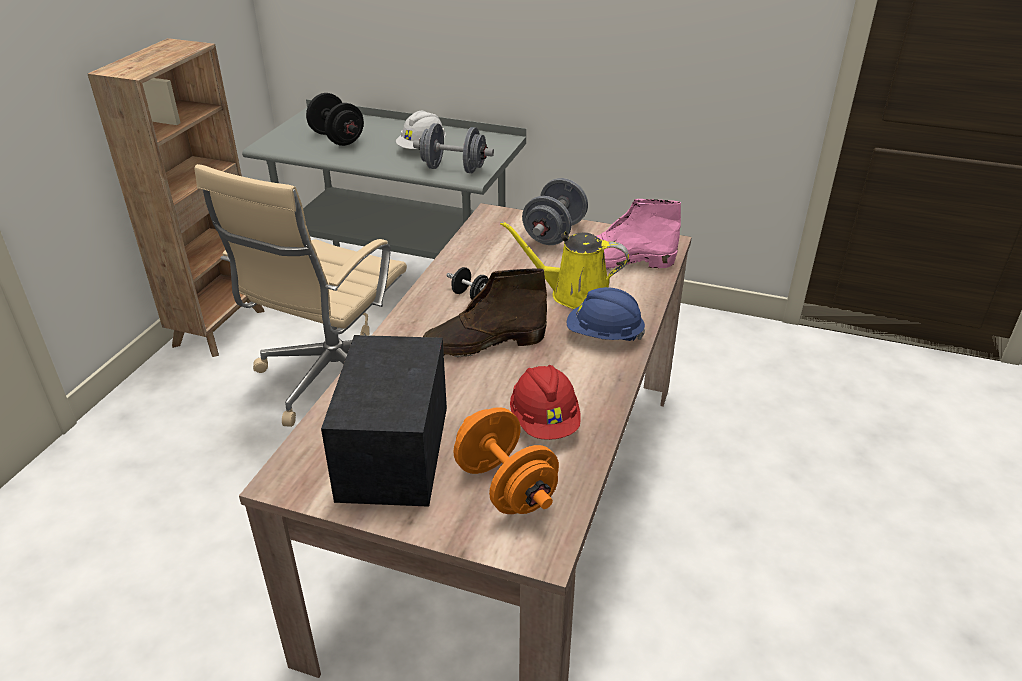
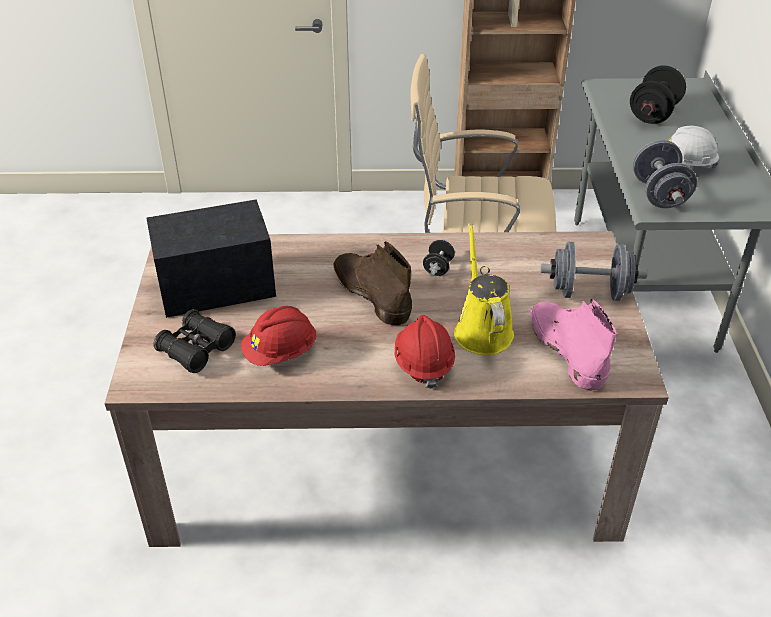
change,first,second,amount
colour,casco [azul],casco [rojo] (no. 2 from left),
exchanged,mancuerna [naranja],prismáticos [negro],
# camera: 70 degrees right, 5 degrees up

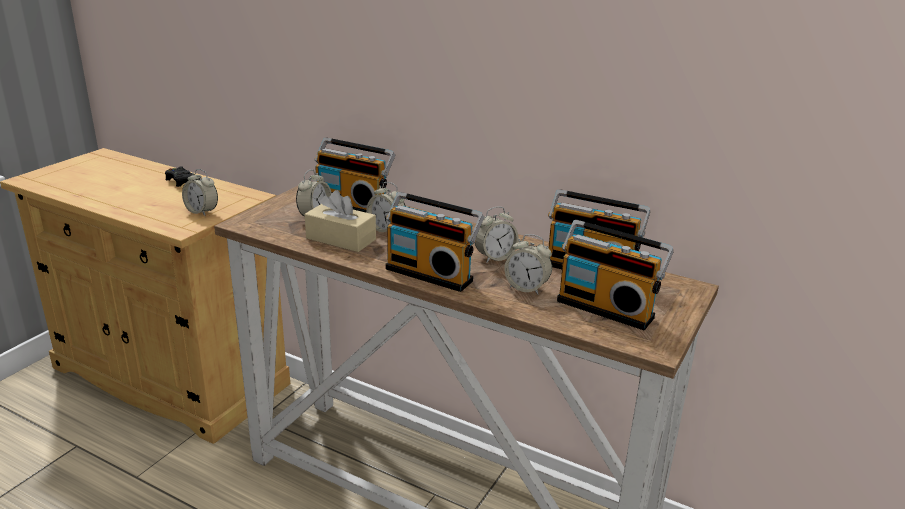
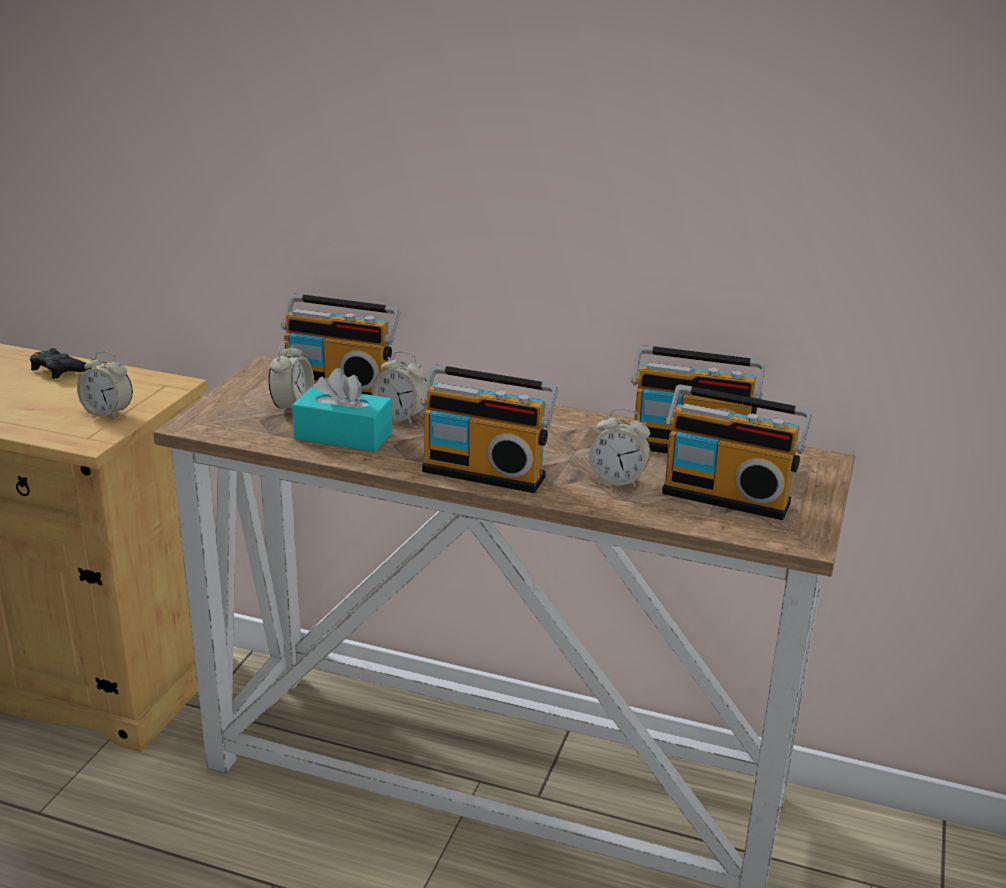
change,first,second,amount
colour,caja de pañuelos [beis],caja de pañuelos [turquesa],
missing,despertador (no. 4 from left),,
# camera: 10 degrees left, 0 degrees up

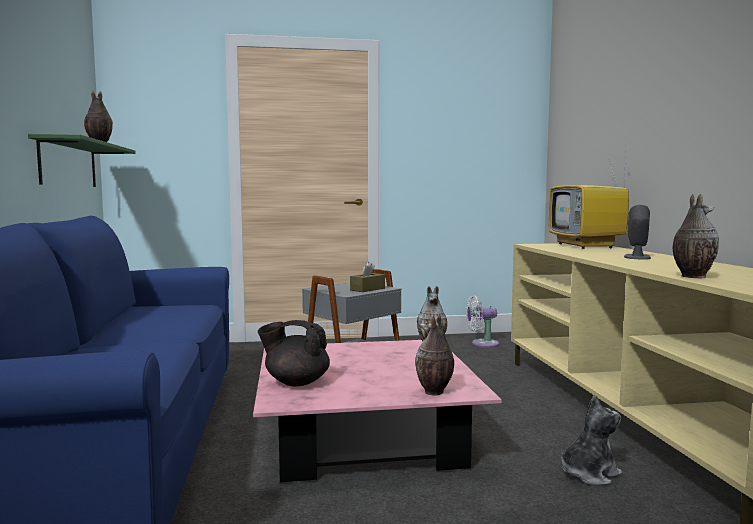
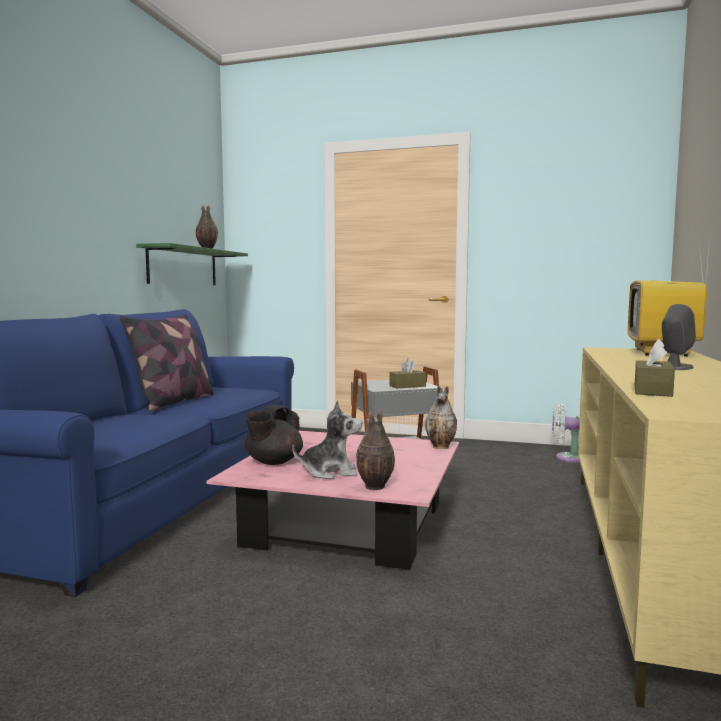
change,first,second,amount
exchanged,florero (no. 4 from left),caja de pañuelos [marrón] (no. 2 from left),
spun,tetera [negro],,90 degrees counterclockwise
relocated,peluche,,
appeared,,cojín,
# camera: 25 degrees right, 0 degrees up

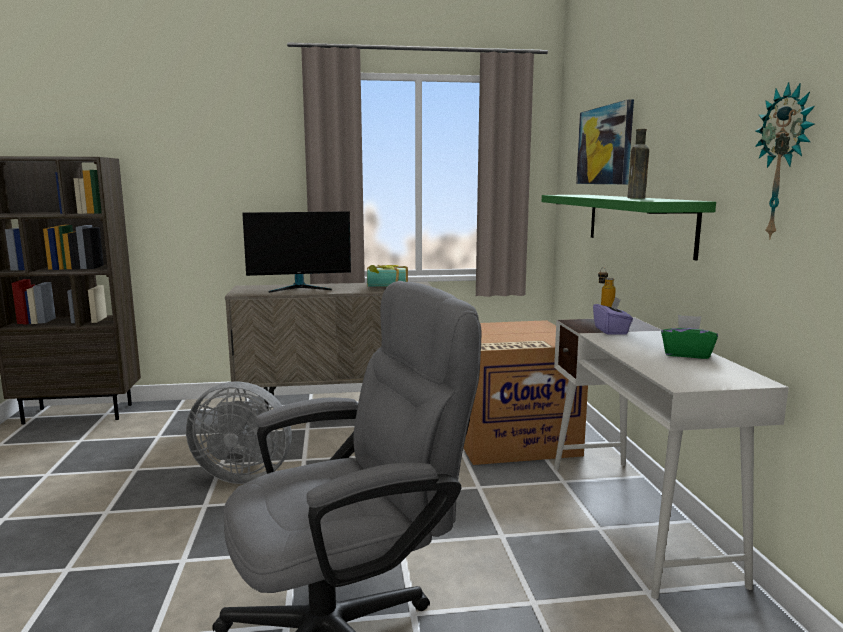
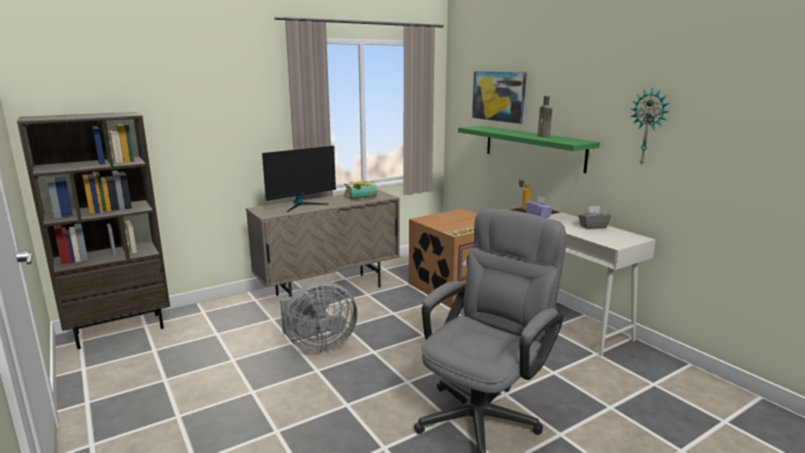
change,first,second,amount
colour,caja de pañuelos [verde],caja de pañuelos [gris],
# camera: 25 degrees left, 5 degrees up

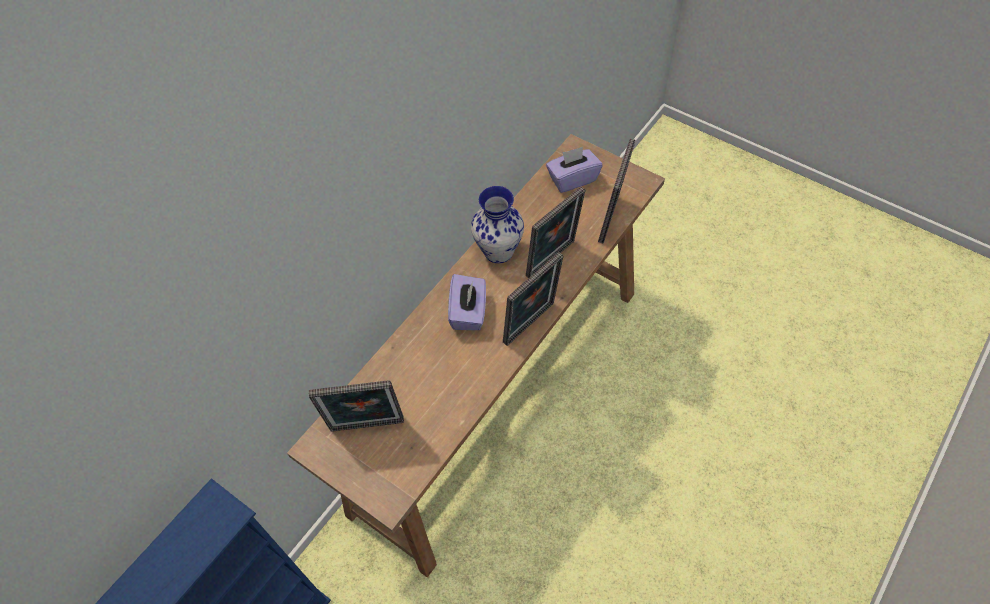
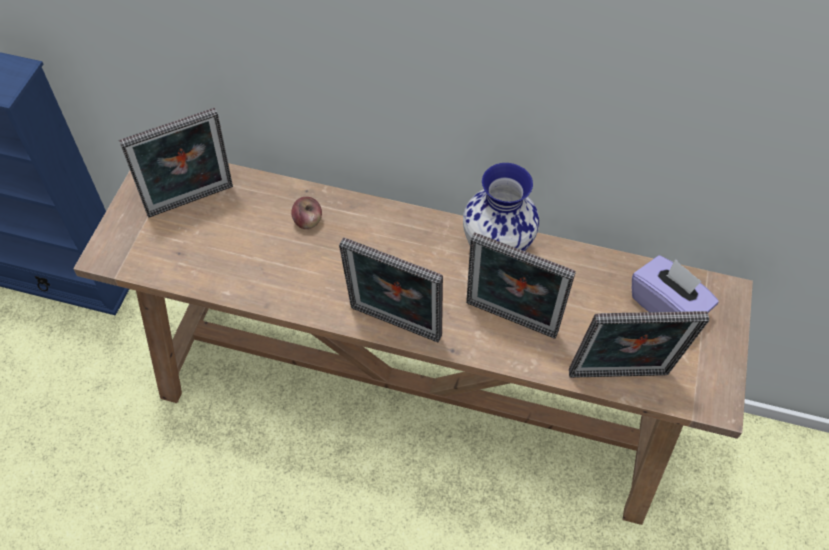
change,first,second,amount
missing,caja de pañuelos [morado] (no. 1 from left),,
spun,portarretratos (no. 1 from left),,90 degrees counterclockwise
appeared,,manzana,
# camera: 65 degrees right, 0 degrees up

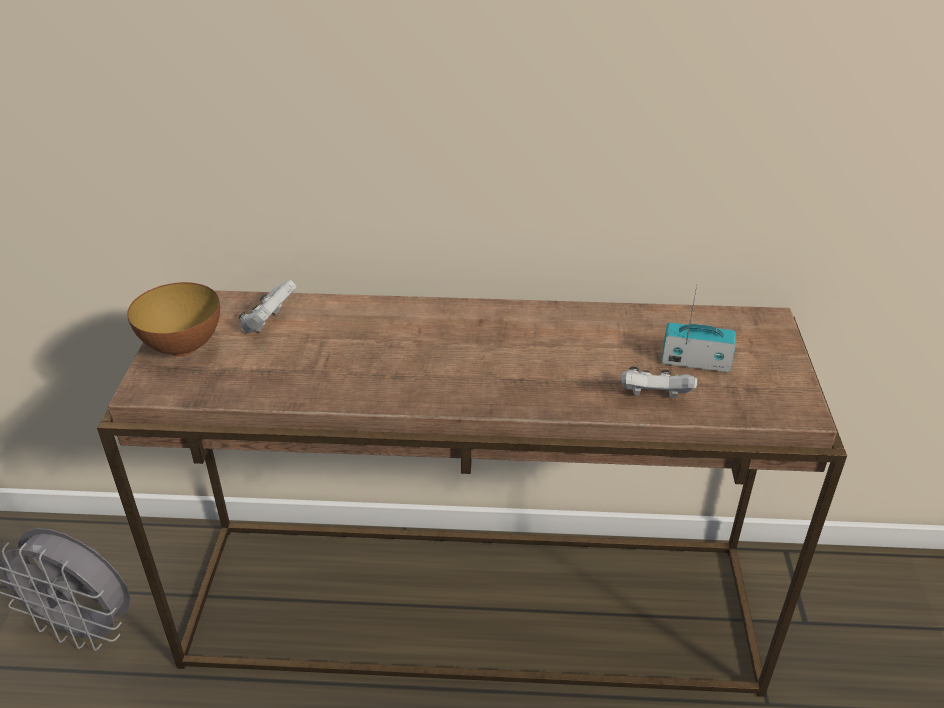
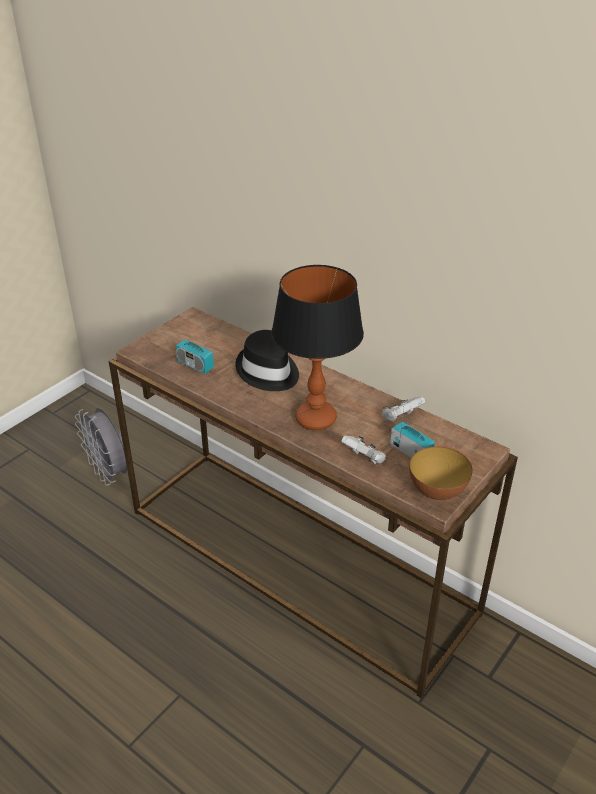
change,first,second,amount
relocated,mando de consola [blanco] (no. 1 from left in the first image),mando de consola [blanco] (no. 2 from left),
relocated,cuenco,,
appeared,,lámpara de mesa,
appeared,,radio (no. 1 from left),
appeared,,sombrero [negro],
# camera: 35 degrees right, 0 degrees up

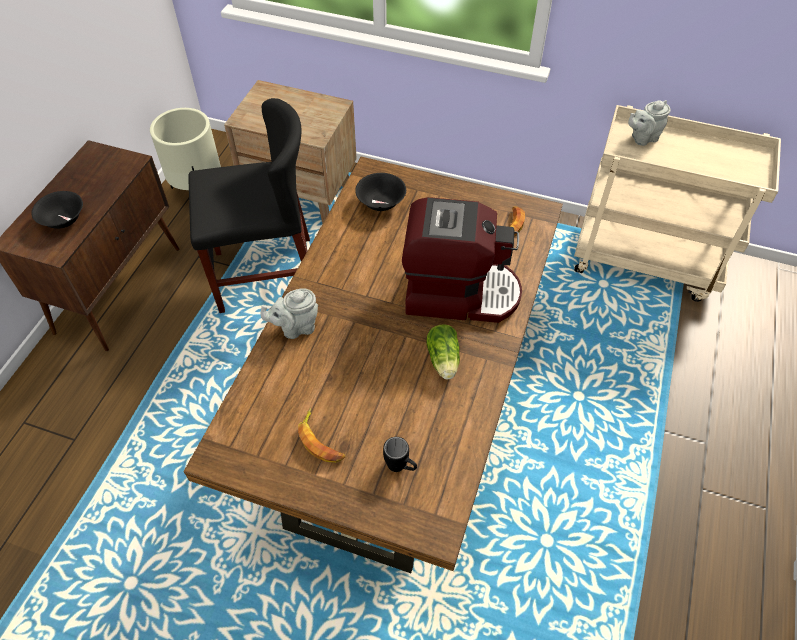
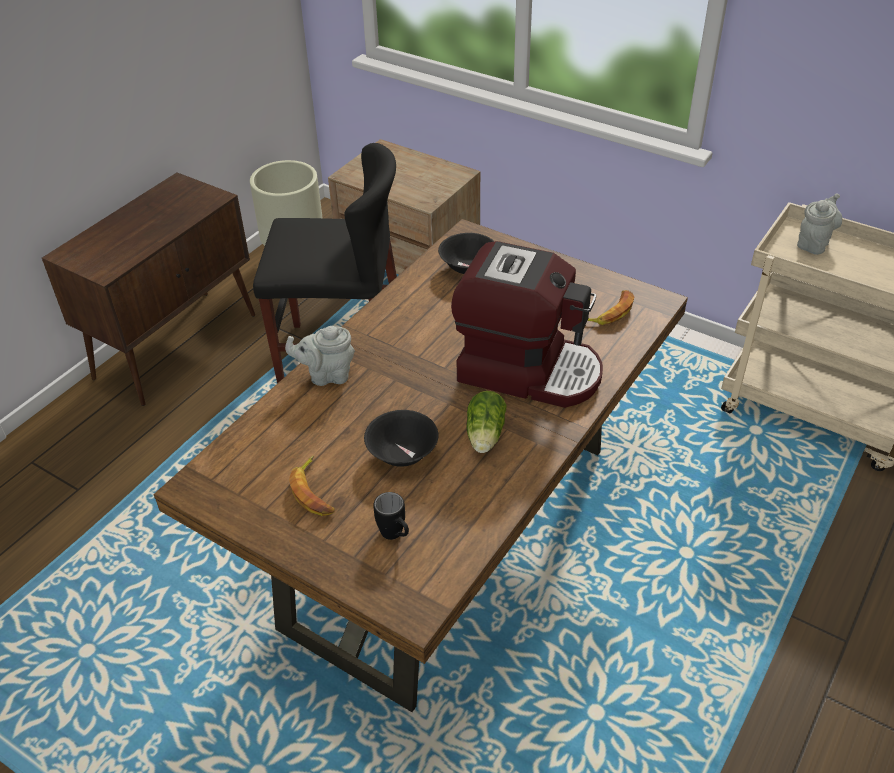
change,first,second,amount
spun,tetera [gris] (no. 2 from left),,135 degrees clockwise
relocated,cuenco [negro] (no. 1 from left),,
# camera: 15 degrees right, 10 degrees down

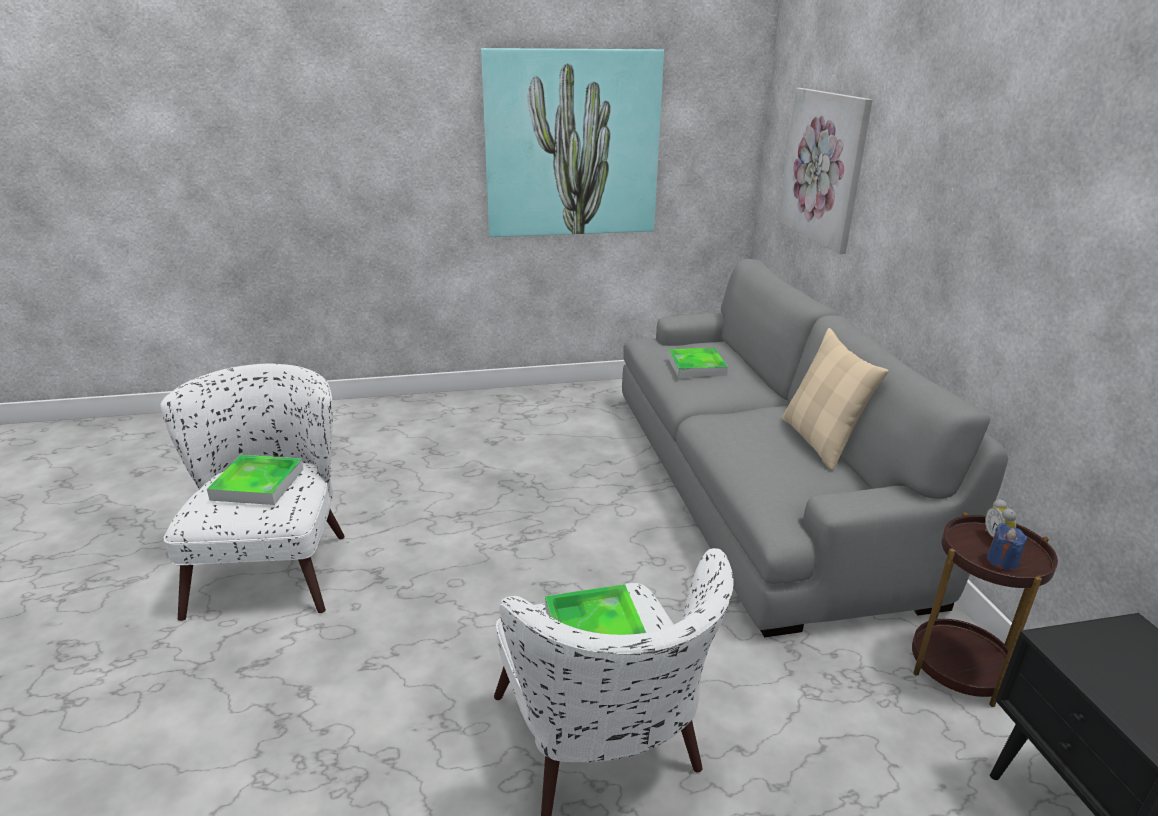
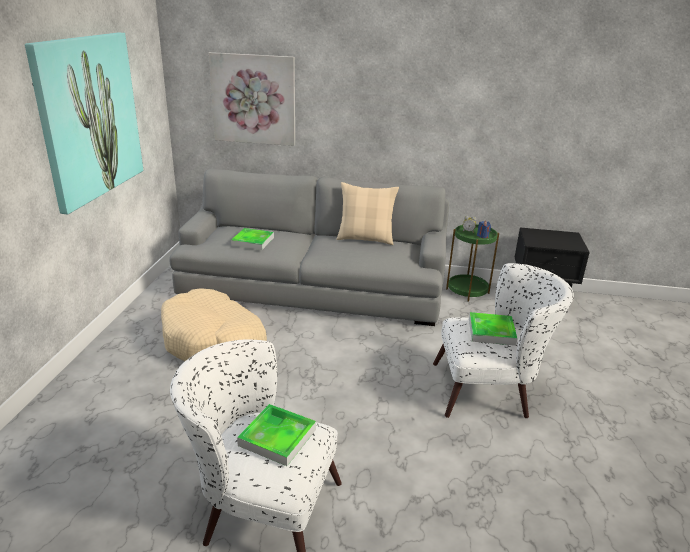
change,first,second,amount
colour,mesa auxiliar [marrón],mesa auxiliar [verde],
appeared,,cama para perro [beis],
# camera: 70 degrees left, 0 degrees up

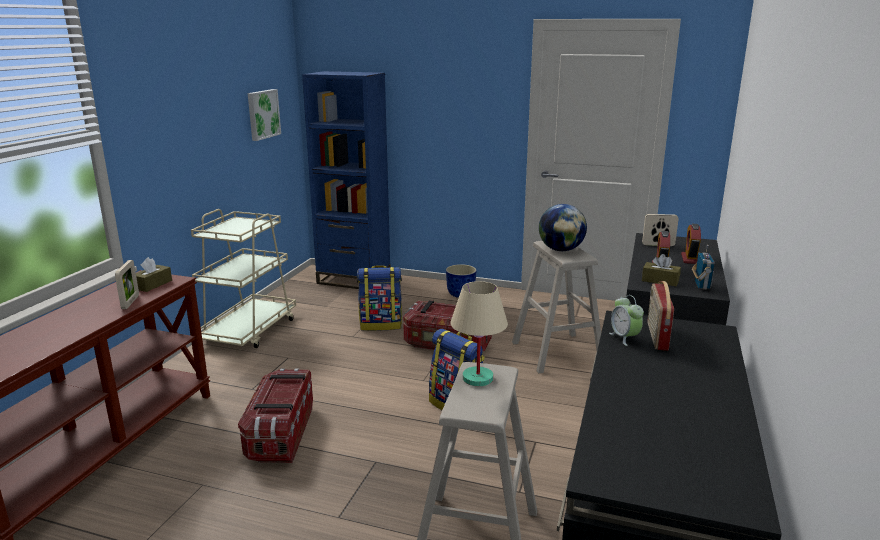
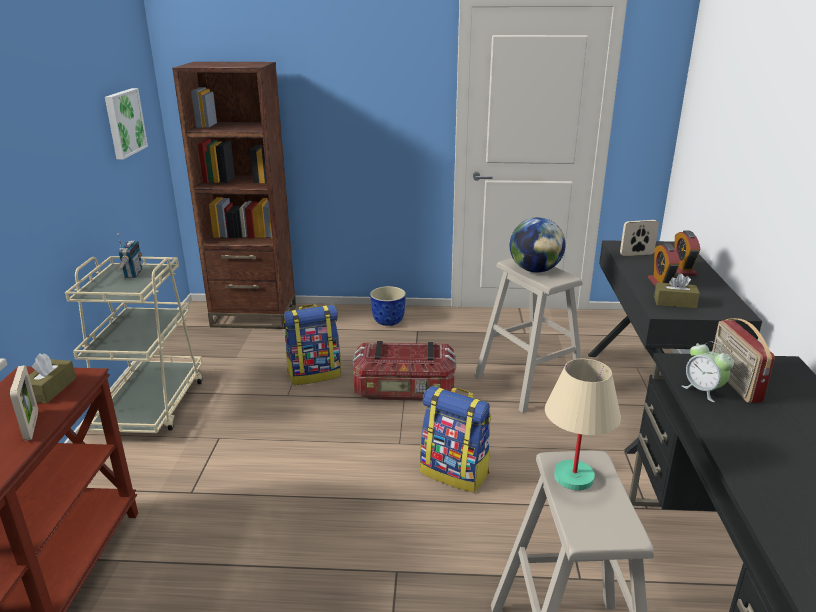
change,first,second,amount
colour,estantería [azul],estantería [marrón],
relocated,radio (no. 2 from left in the first image),radio (no. 1 from left),
missing,caja de almacenaje (no. 1 from left),,
# camera: 15 degrees left, 5 degrees up

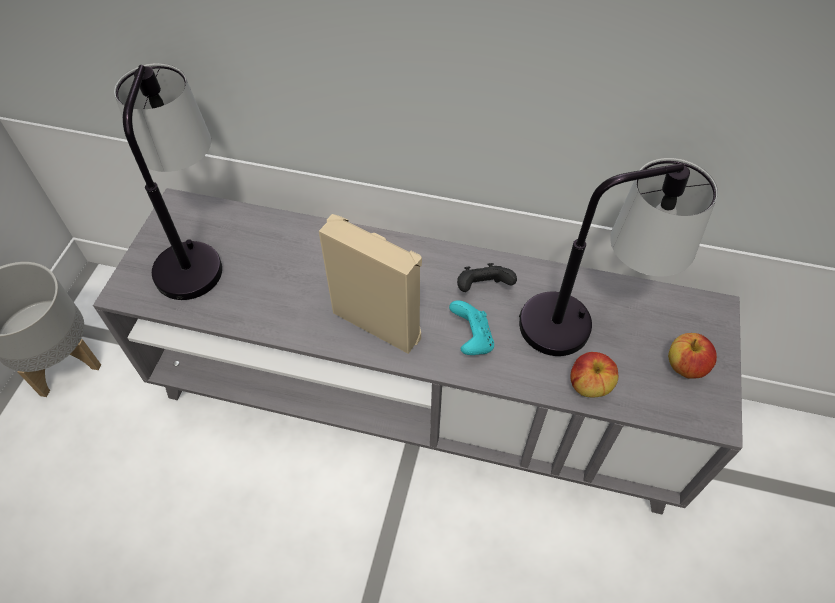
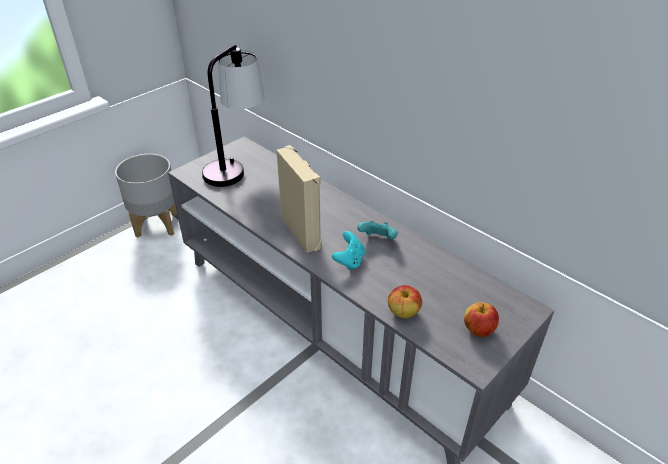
change,first,second,amount
missing,lámpara de mesa (no. 2 from left),,
colour,mando de consola [negro],mando de consola [turquesa] (no. 2 from left),
# camera: 30 degrees right, 15 degrees down

